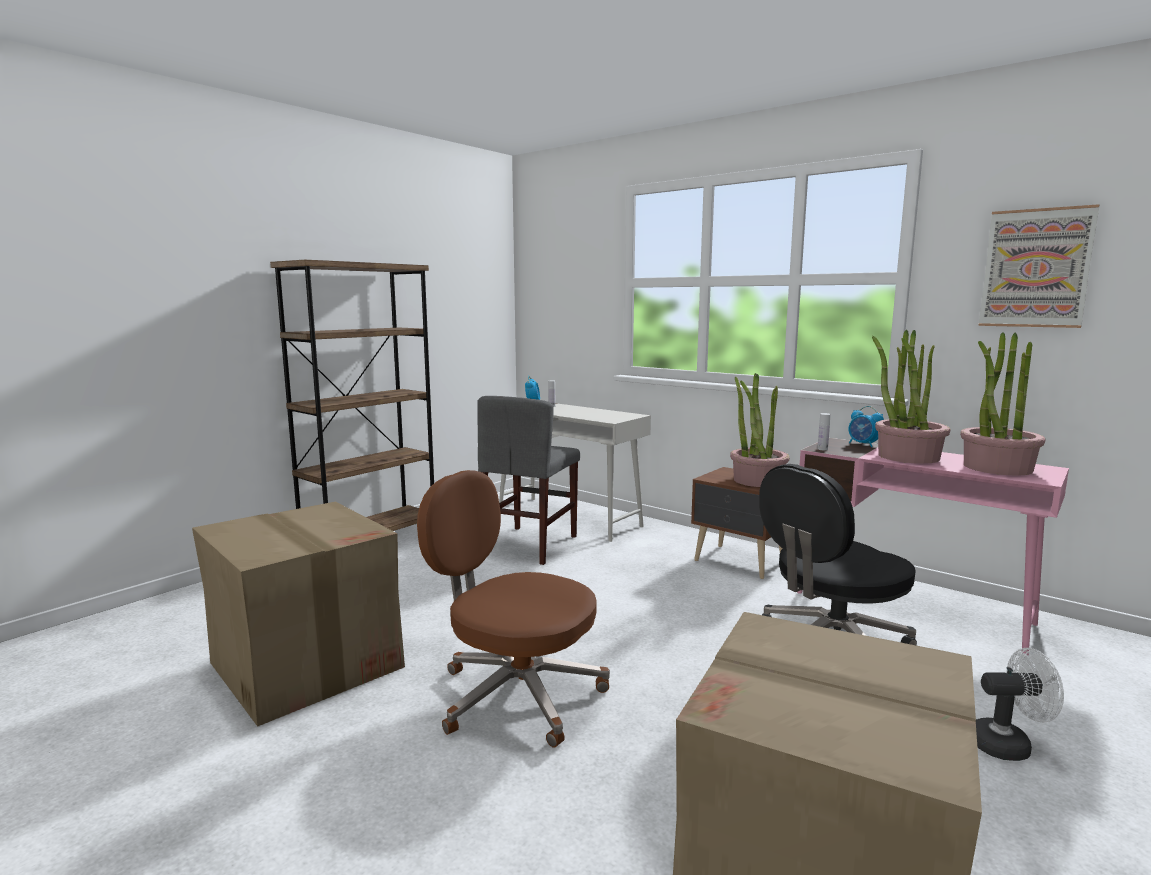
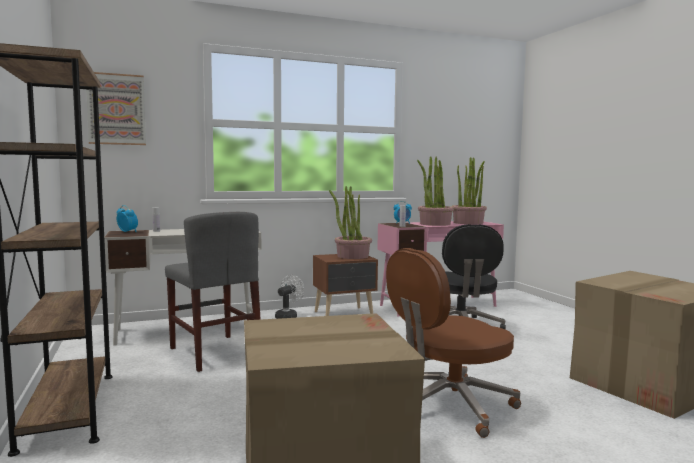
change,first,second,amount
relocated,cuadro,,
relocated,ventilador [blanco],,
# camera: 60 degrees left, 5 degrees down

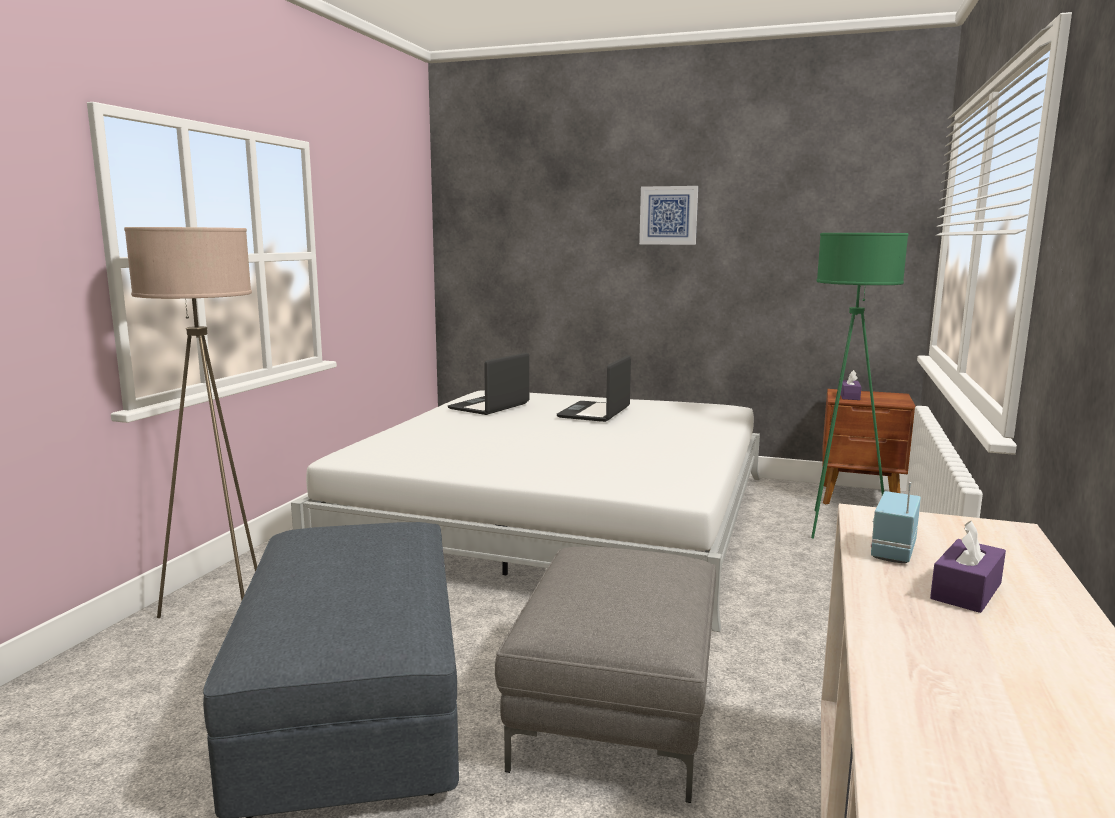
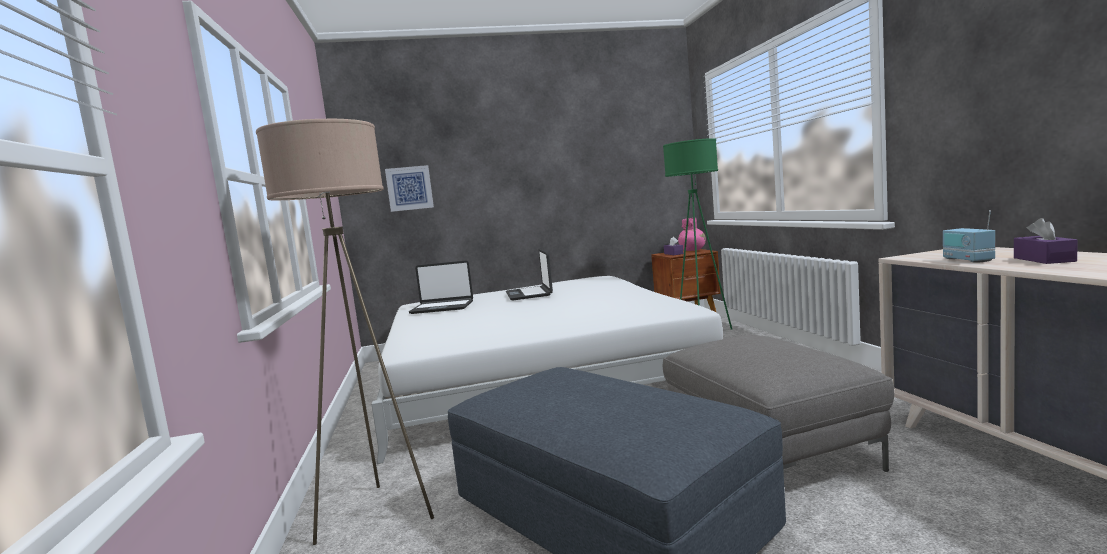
change,first,second,amount
relocated,cuadro,,
spun,portátil (no. 1 from left),,90 degrees counterclockwise
appeared,,florero [rosa],
# camera: 30 degrees left, 5 degrees down

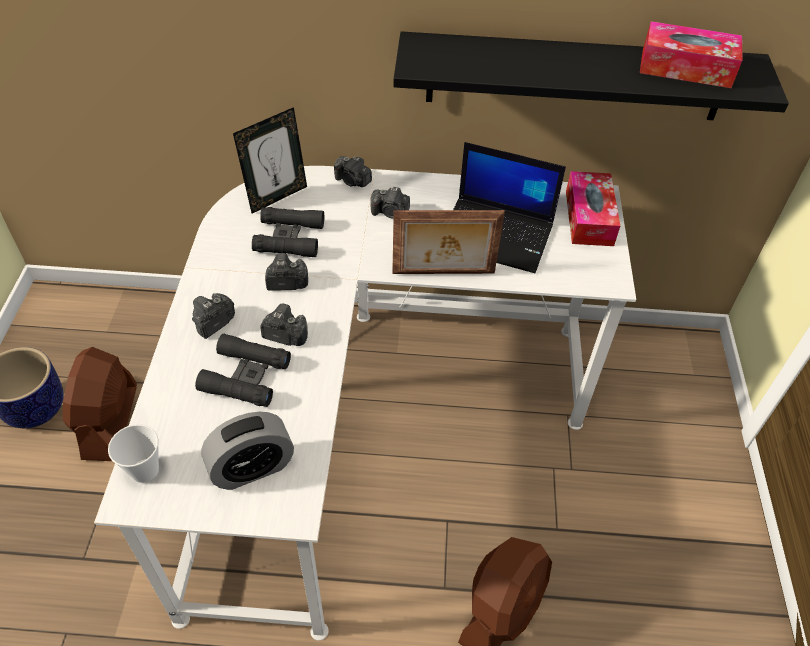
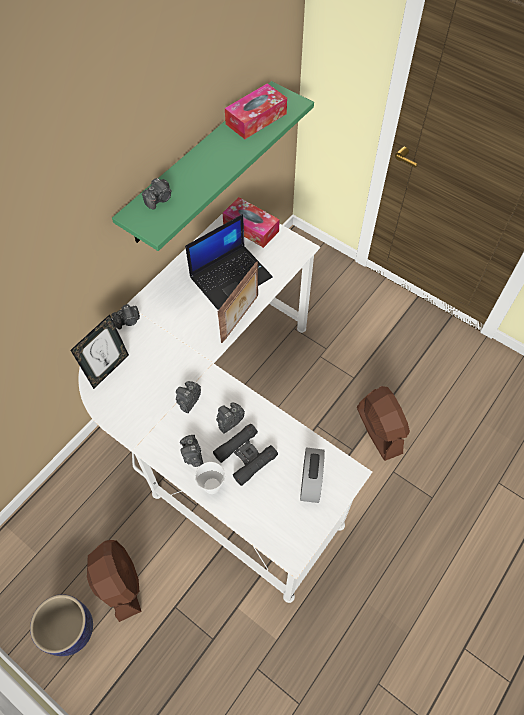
change,first,second,amount
colour,estante [negro],estante [verde],
spun,portarretratos (no. 1 from left),,45 degrees clockwise
relocated,cámara (no. 5 from left in the first image),cámara (no. 2 from left),
missing,prismáticos [negro] (no. 2 from left),,
spun,ventilador [marrón] (no. 1 from left),,150 degrees counterclockwise
relocated,taza,,
# camera: 55 degrees left, 10 degrees up

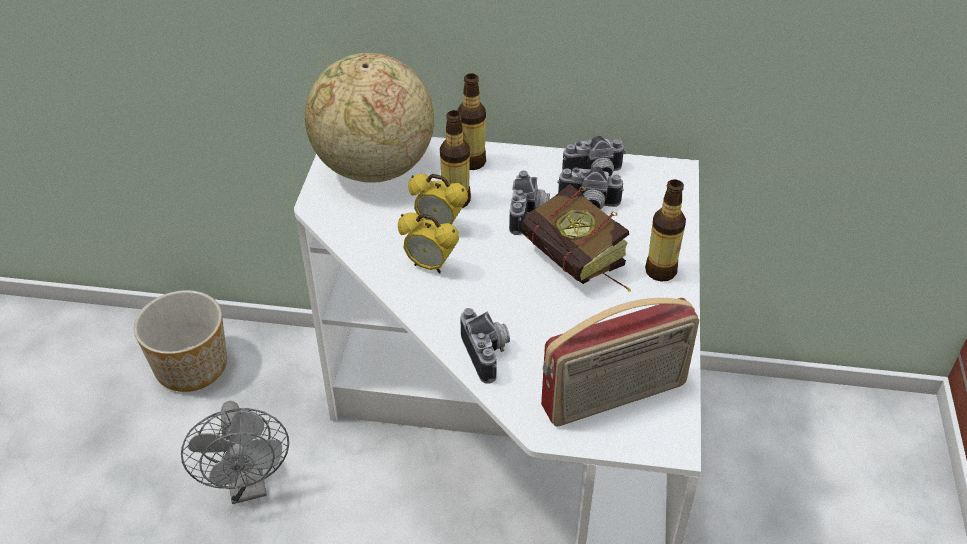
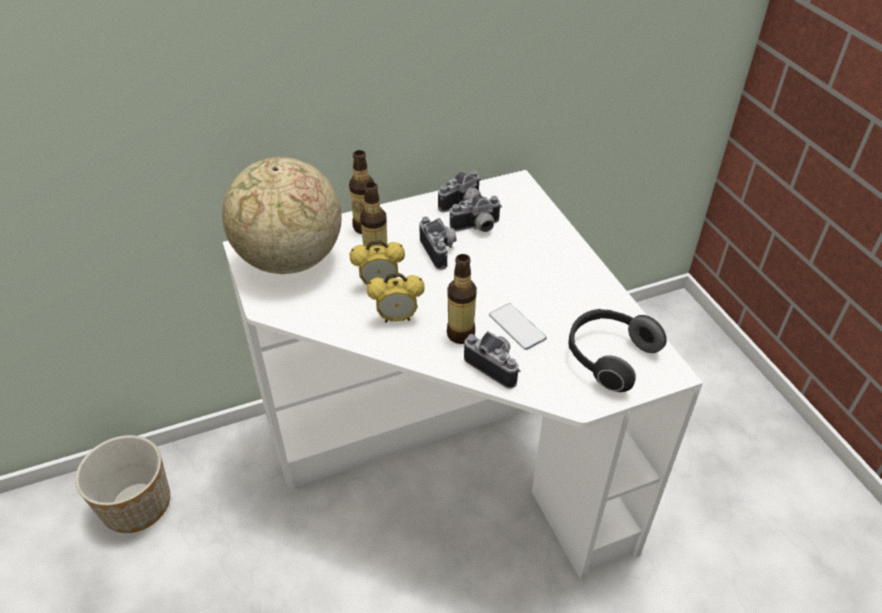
change,first,second,amount
relocated,botella (no. 3 from left),,
missing,libro,,
exchanged,radio,auriculares,
missing,ventilador [gris],,
appeared,,móvil,
# camera: 30 degrees left, 0 degrees up

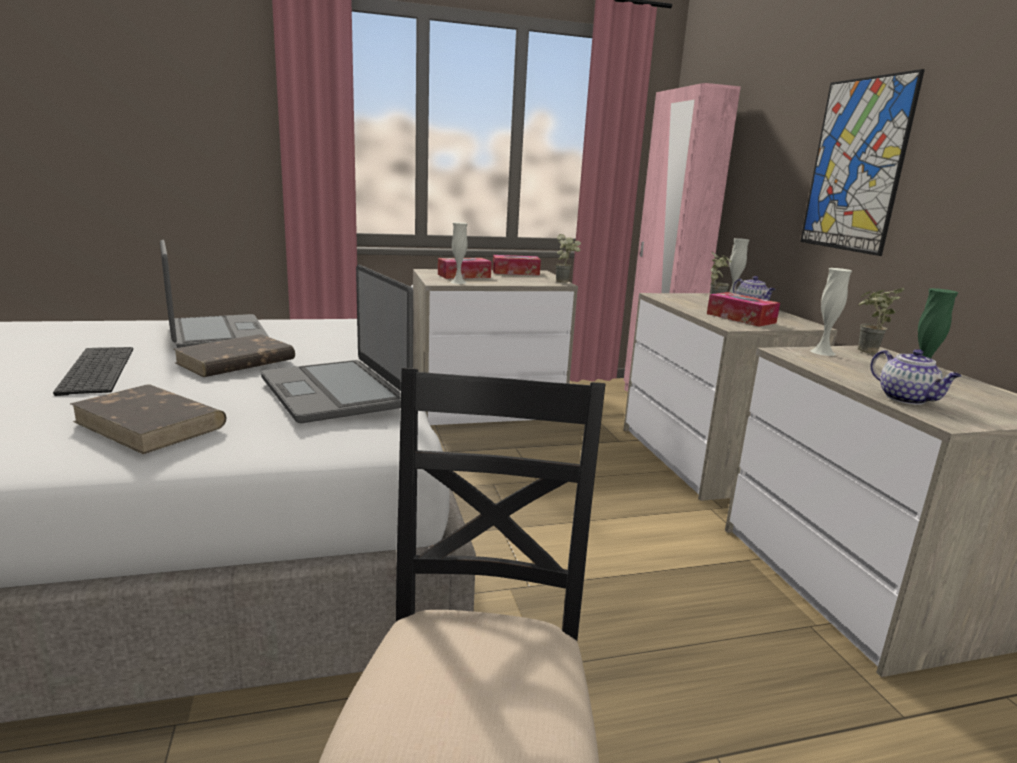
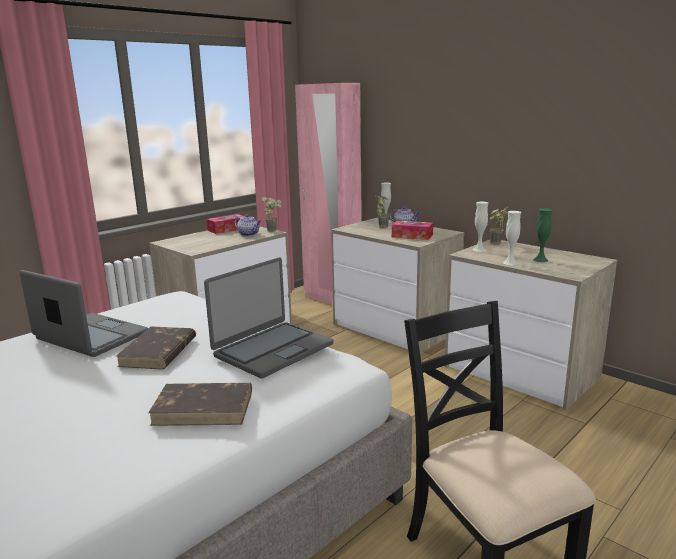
change,first,second,amount
missing,cuadro,,
relocated,florero [blanco] (no. 1 from left in the first image),florero [blanco] (no. 3 from left),
missing,caja de pañuelos (no. 1 from left),,
spun,portátil (no. 2 from left),,75 degrees counterclockwise
missing,teclado,,
relocated,tetera (no. 2 from left in the first image),tetera (no. 1 from left),
# camera: 30 degrees left, 0 degrees up

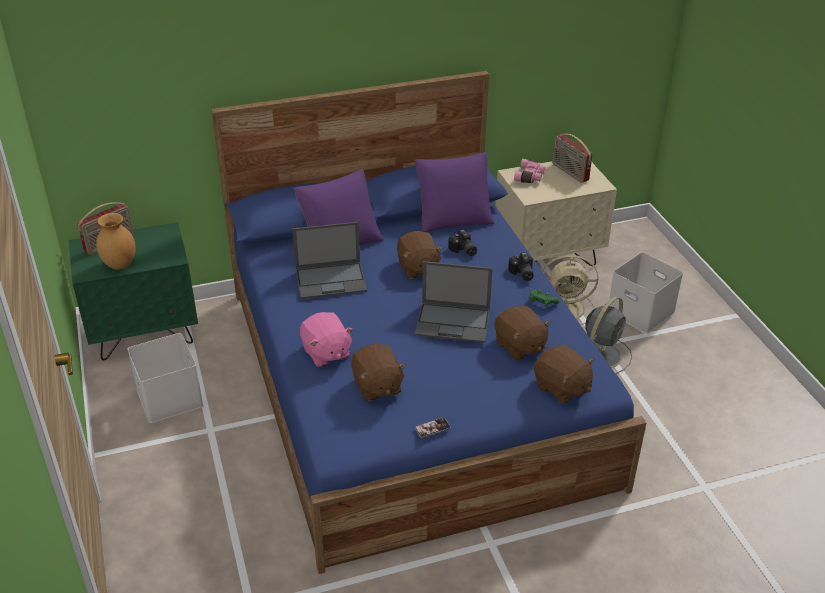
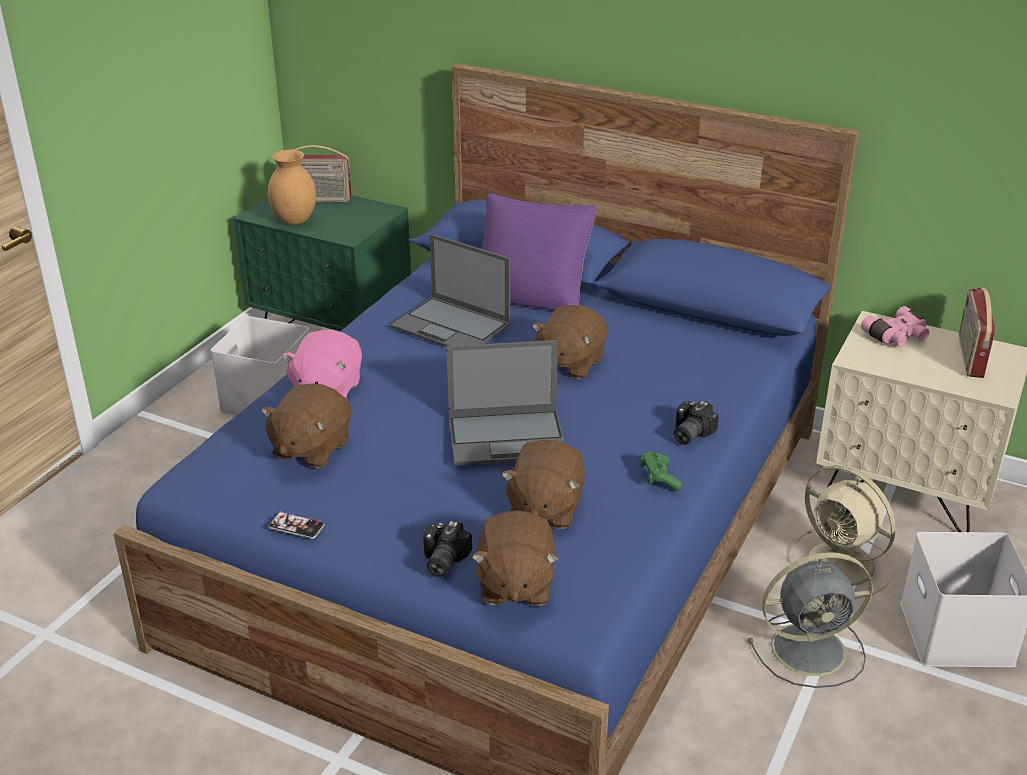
change,first,second,amount
missing,cojín [morado] (no. 2 from left),,
relocated,cámara (no. 1 from left),,
spun,portátil (no. 2 from left),,60 degrees counterclockwise
# camera: 45 degrees right, 5 degrees down

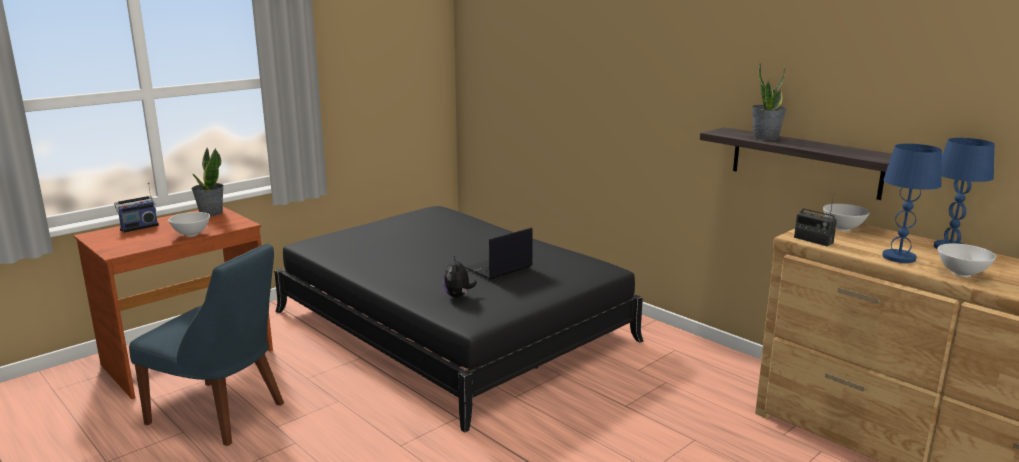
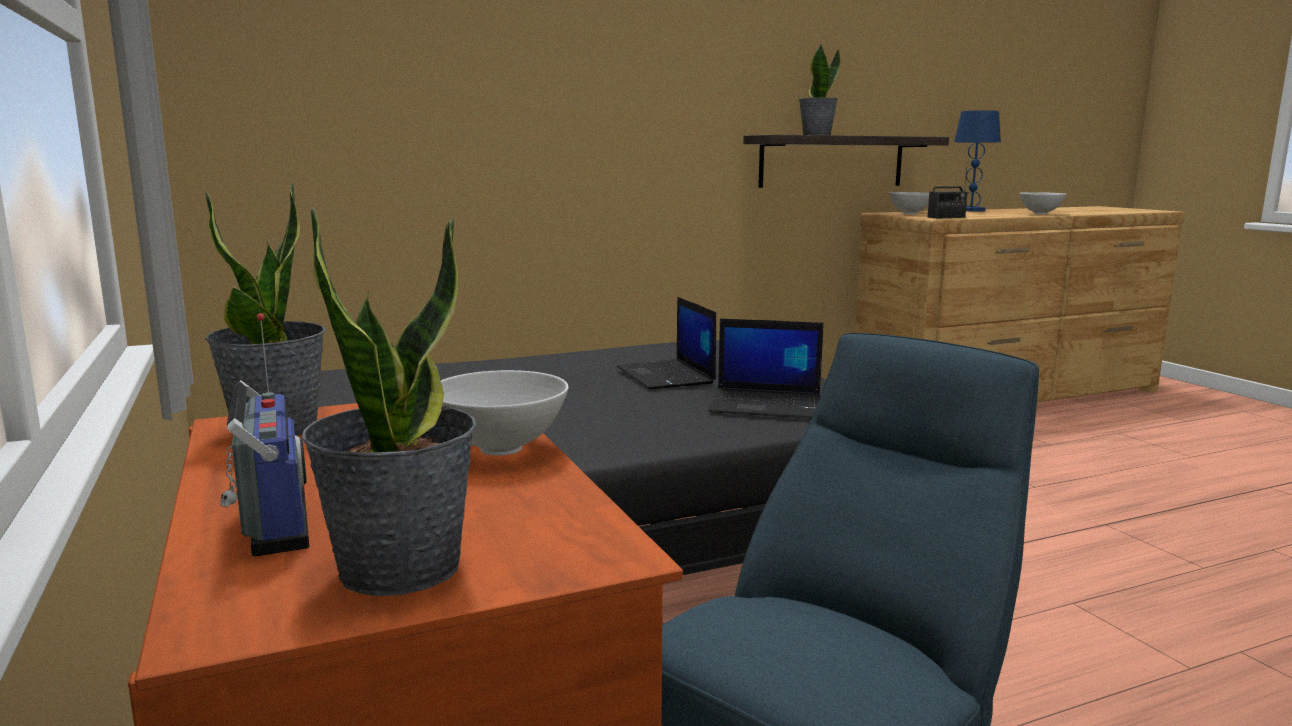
change,first,second,amount
missing,lámpara de mesa [azul] (no. 1 from left),,
exchanged,peluche,portátil (no. 2 from left),
appeared,,planta en maceta (no. 2 from left),
# camera: 70 degrees left, 5 degrees down

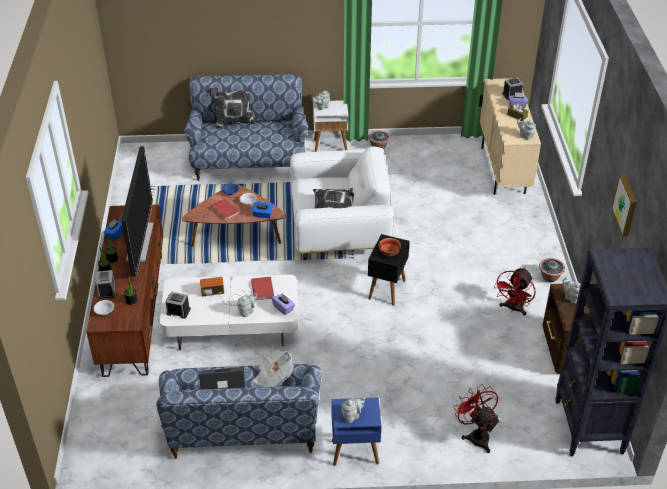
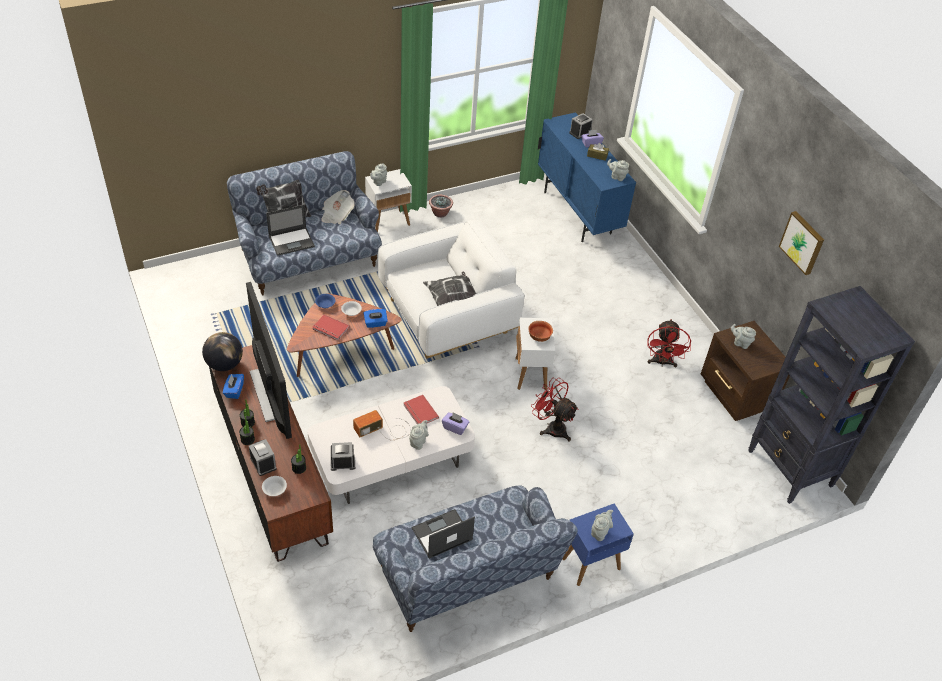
change,first,second,amount
colour,armario [beis],armario [azul],
colour,mesa auxiliar [negro],mesa auxiliar [blanco] (no. 2 from left),
missing,planta en maceta (no. 5 from left),,
relocated,periódico,,
relocated,ventilador [rojo] (no. 1 from left),,
appeared,,portátil (no. 1 from left),
appeared,,globo terráqueo,
# camera: 25 degrees left, 5 degrees up

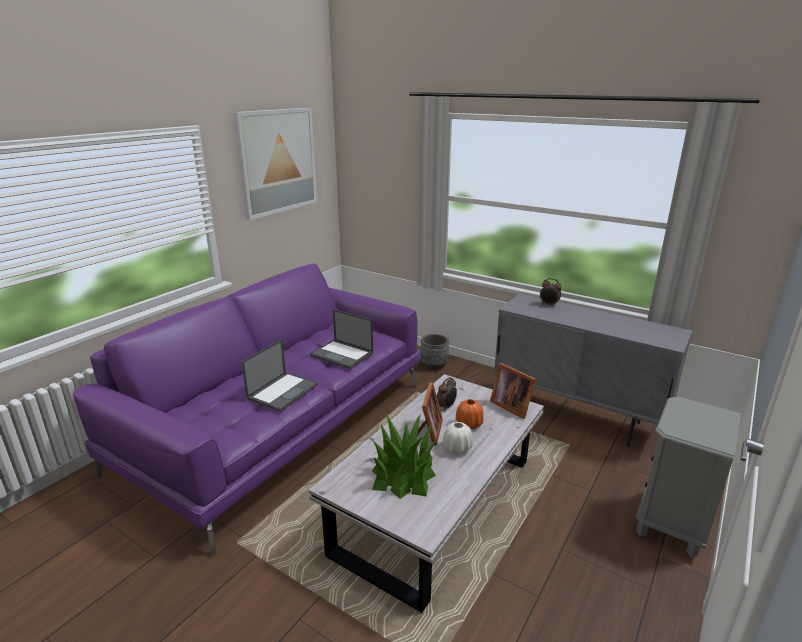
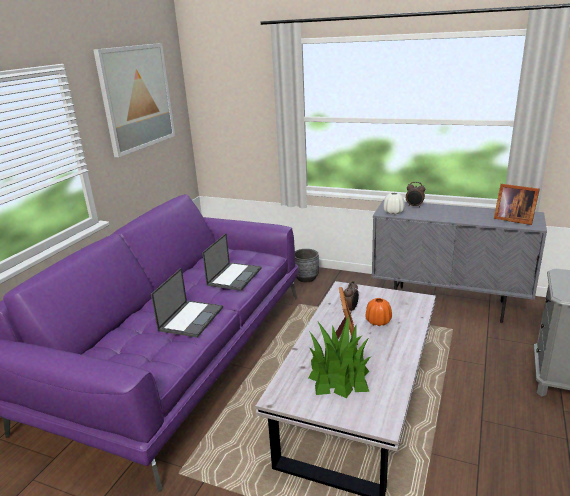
change,first,second,amount
spun,portátil (no. 2 from left),,90 degrees counterclockwise
relocated,portarretratos (no. 2 from left),,
relocated,florero [blanco],,
# camera: 10 degrees left, 0 degrees up

